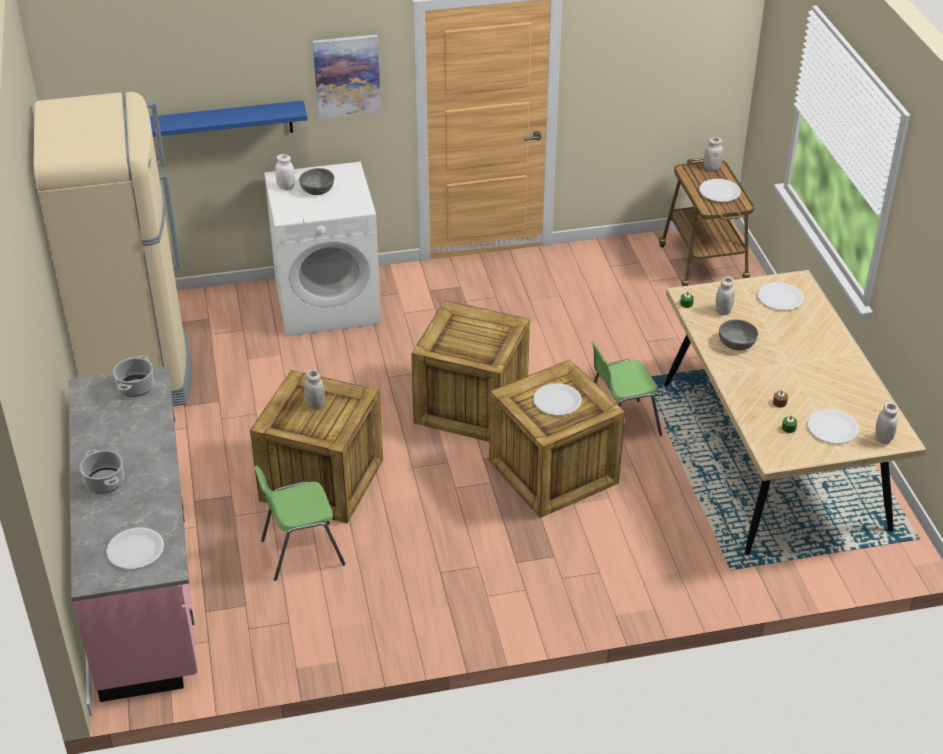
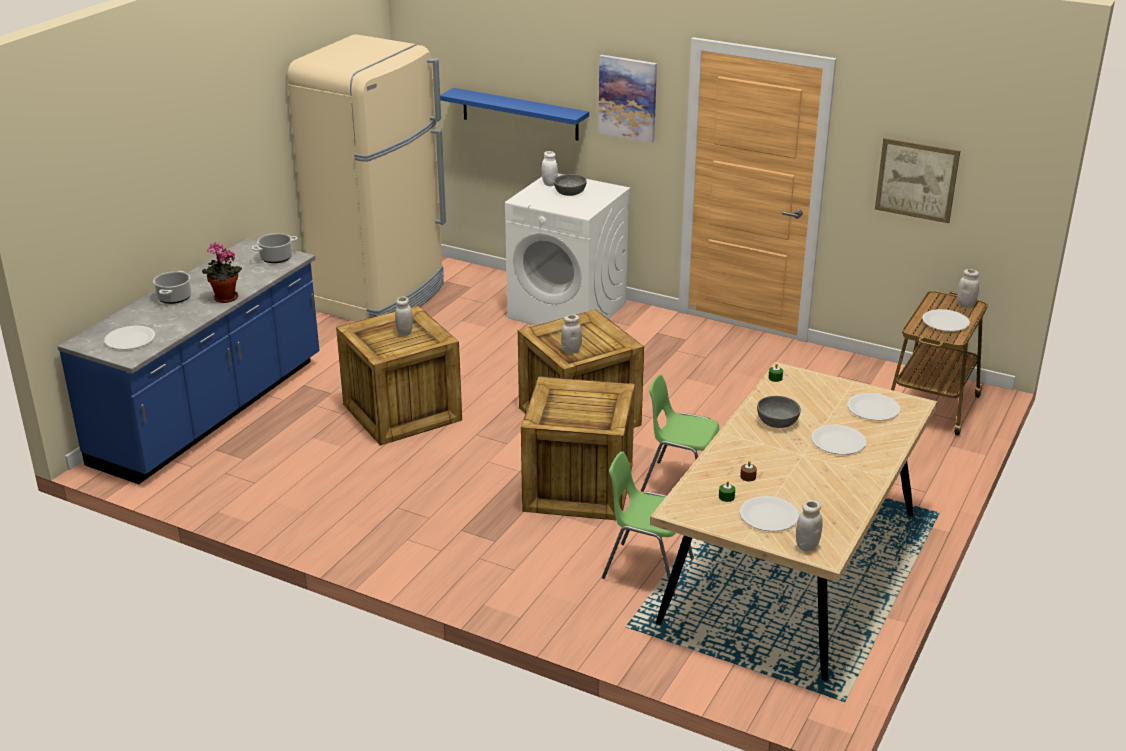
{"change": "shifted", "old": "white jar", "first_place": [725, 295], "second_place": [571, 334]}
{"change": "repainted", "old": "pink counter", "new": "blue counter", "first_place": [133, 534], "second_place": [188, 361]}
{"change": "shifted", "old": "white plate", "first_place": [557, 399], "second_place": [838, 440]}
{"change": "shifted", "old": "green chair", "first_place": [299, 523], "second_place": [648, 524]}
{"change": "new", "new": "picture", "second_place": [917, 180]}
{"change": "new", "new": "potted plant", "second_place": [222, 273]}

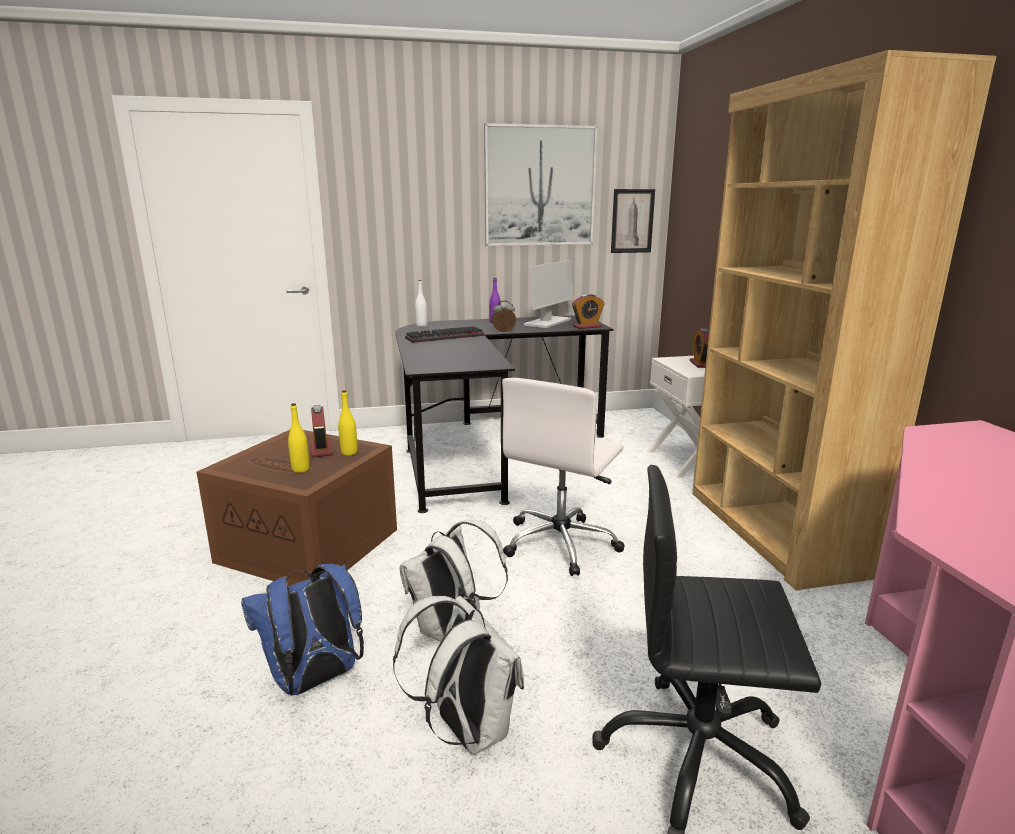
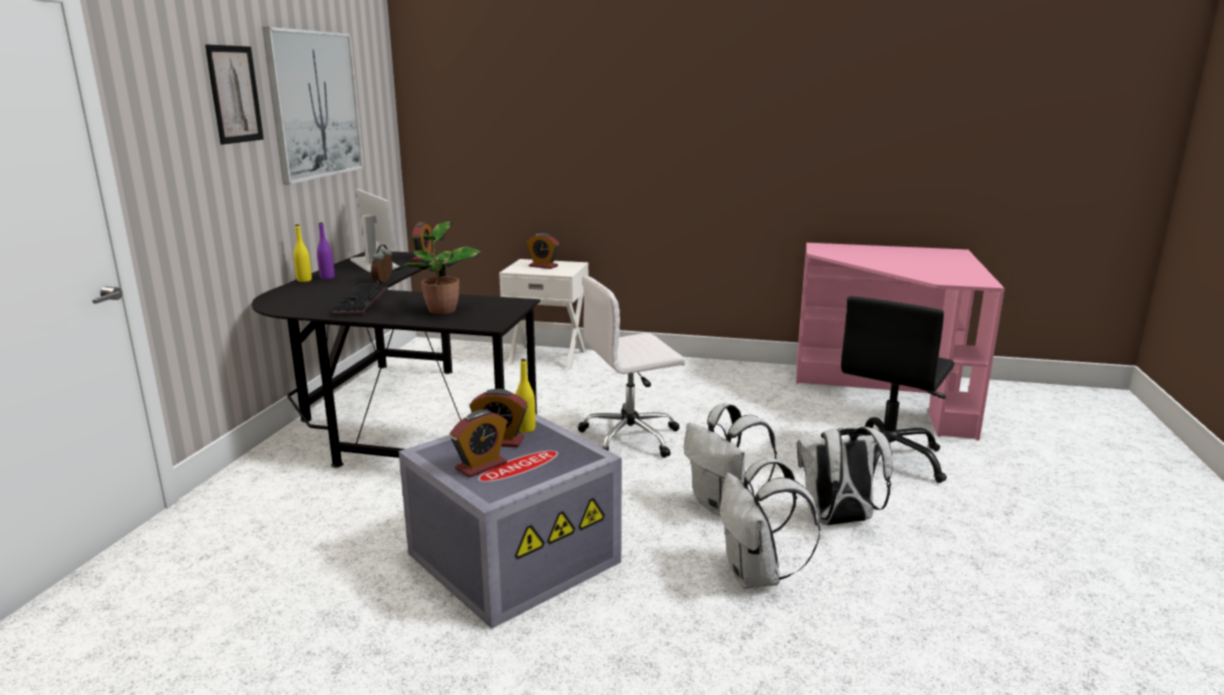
{"change": "gone", "old": "brown bookcase", "first_place": [844, 320]}
{"change": "shifted", "old": "picture", "first_place": [633, 221], "second_place": [234, 94]}
{"change": "gone", "old": "white bottle", "first_place": [421, 303]}
{"change": "rotated", "old": "white office chair", "first_place": [563, 477], "second_place": [631, 367], "degrees": 105}
{"change": "shifted", "old": "yellow bottle", "first_place": [299, 438], "second_place": [303, 253]}
{"change": "repainted", "old": "brown storage box", "new": "grey storage box", "first_place": [297, 508], "second_place": [510, 521]}
{"change": "repainted", "old": "blue backpack", "new": "white backpack", "first_place": [302, 629], "second_place": [770, 523]}
{"change": "new", "new": "potted plant", "second_place": [438, 267]}
{"change": "new", "new": "alarm clock", "second_place": [478, 444]}

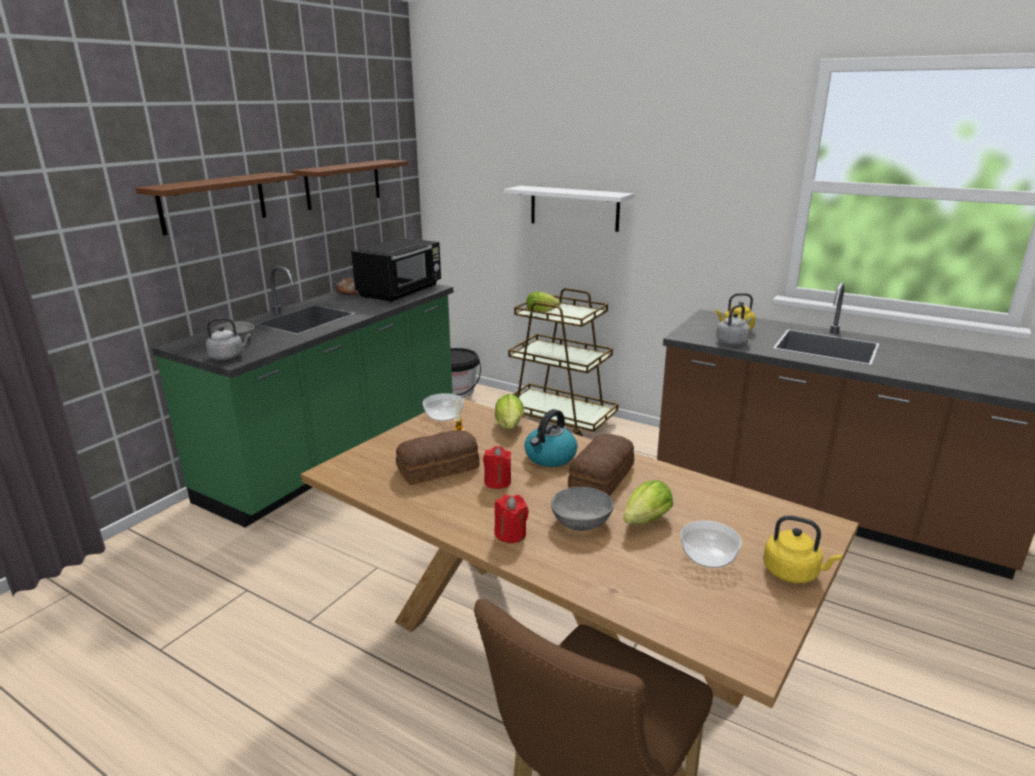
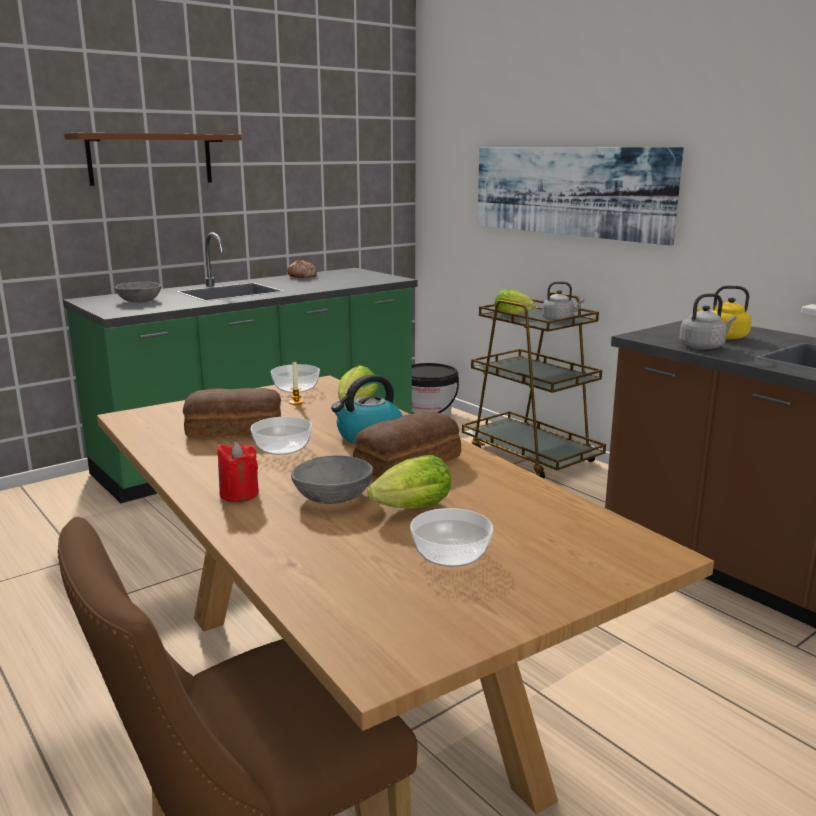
{"change": "gone", "old": "brown shelf", "first_place": [350, 185]}
{"change": "swapped", "old": "white shelf", "new": "picture", "first_place": [569, 209], "second_place": [580, 196]}
{"change": "gone", "old": "black microwave", "first_place": [396, 270]}
{"change": "shifted", "old": "grey kettle", "first_place": [228, 339], "second_place": [563, 301]}
{"change": "swapped", "old": "red candle", "new": "bowl", "first_place": [497, 467], "second_place": [281, 436]}
{"change": "gone", "old": "yellow kettle", "first_place": [802, 549]}

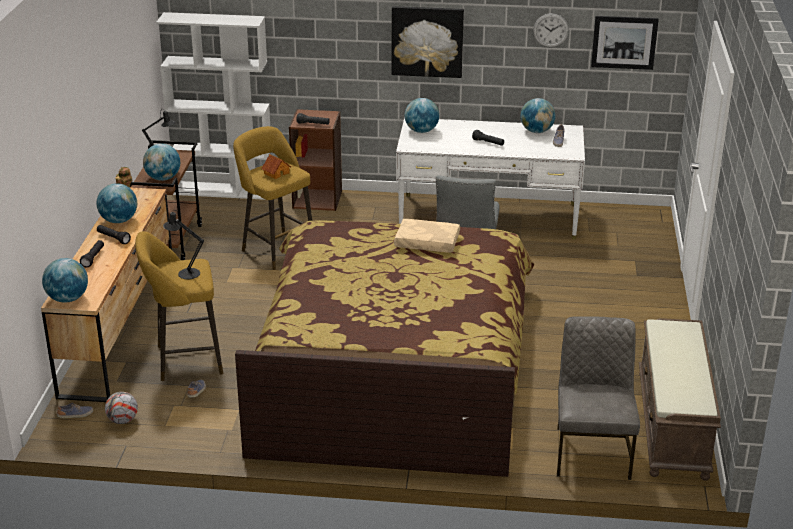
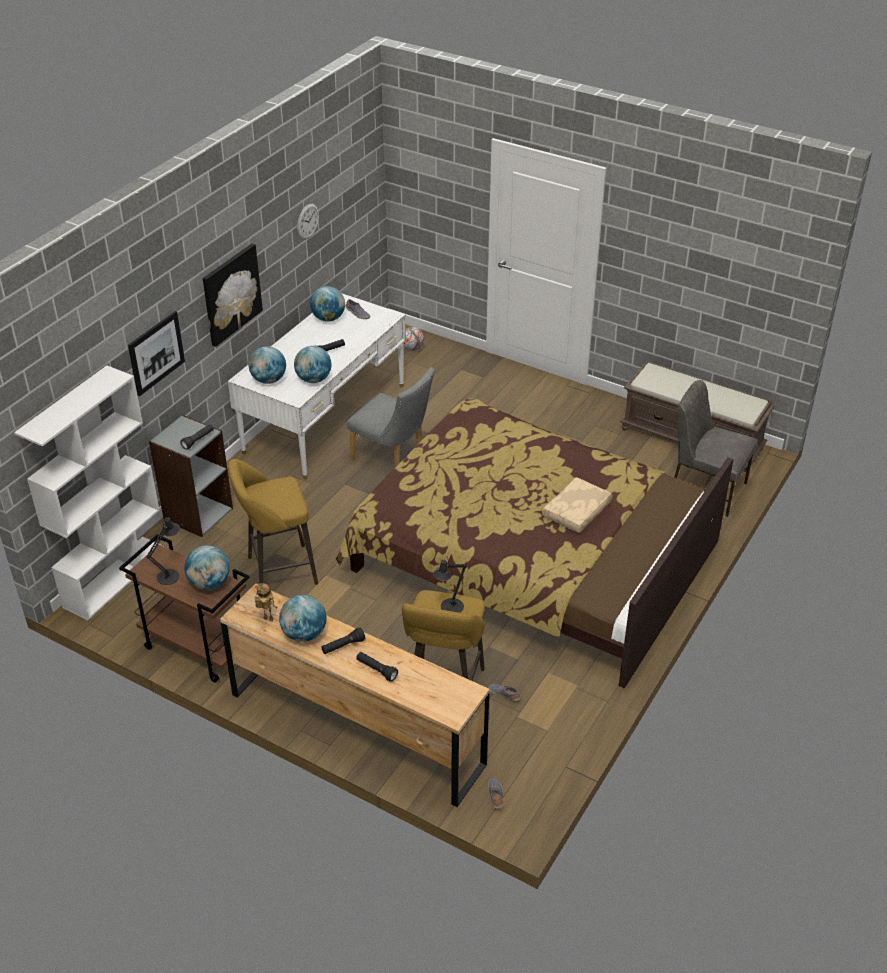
{"change": "shifted", "old": "picture", "first_place": [625, 43], "second_place": [156, 354]}
{"change": "repainted", "old": "brown bookcase", "new": "grey bookcase", "first_place": [315, 160], "second_place": [191, 476]}
{"change": "gone", "old": "toy house", "first_place": [276, 166]}
{"change": "shifted", "old": "beige pillow", "first_place": [427, 236], "second_place": [577, 505]}
{"change": "shifted", "old": "globe", "first_place": [65, 280], "second_place": [312, 364]}
{"change": "shifted", "old": "football", "first_place": [121, 408], "second_place": [414, 339]}

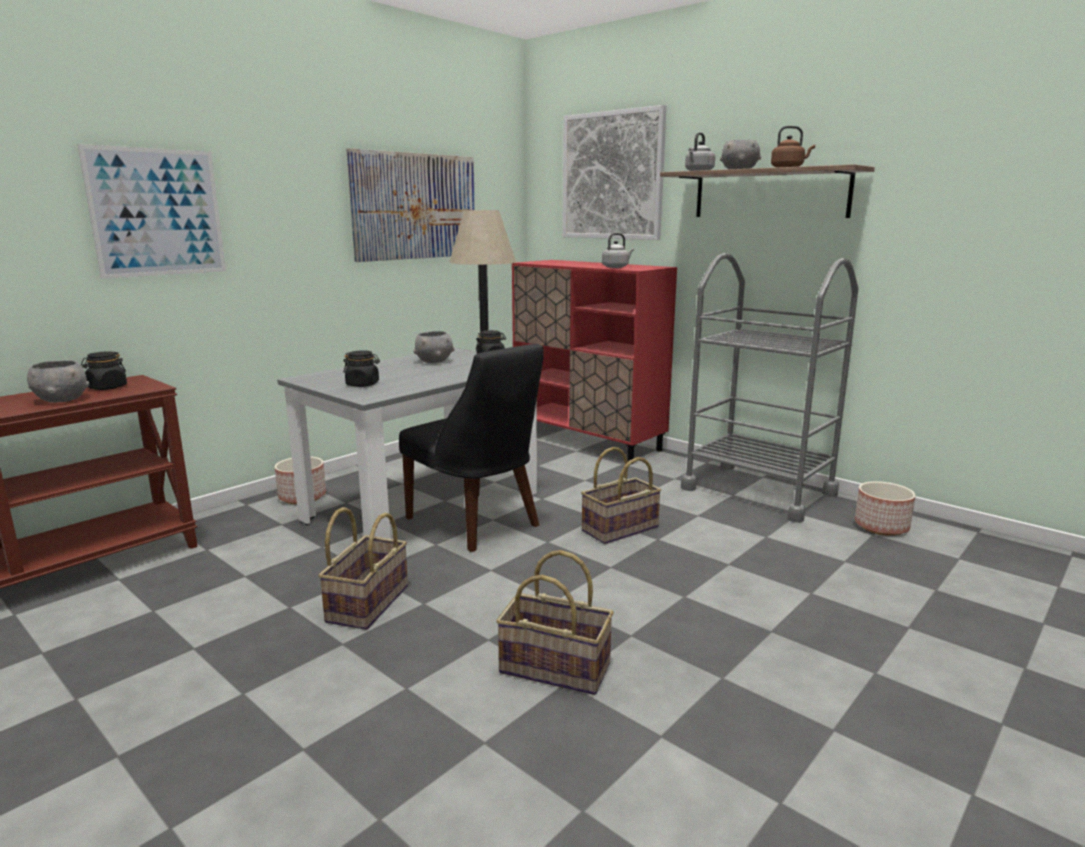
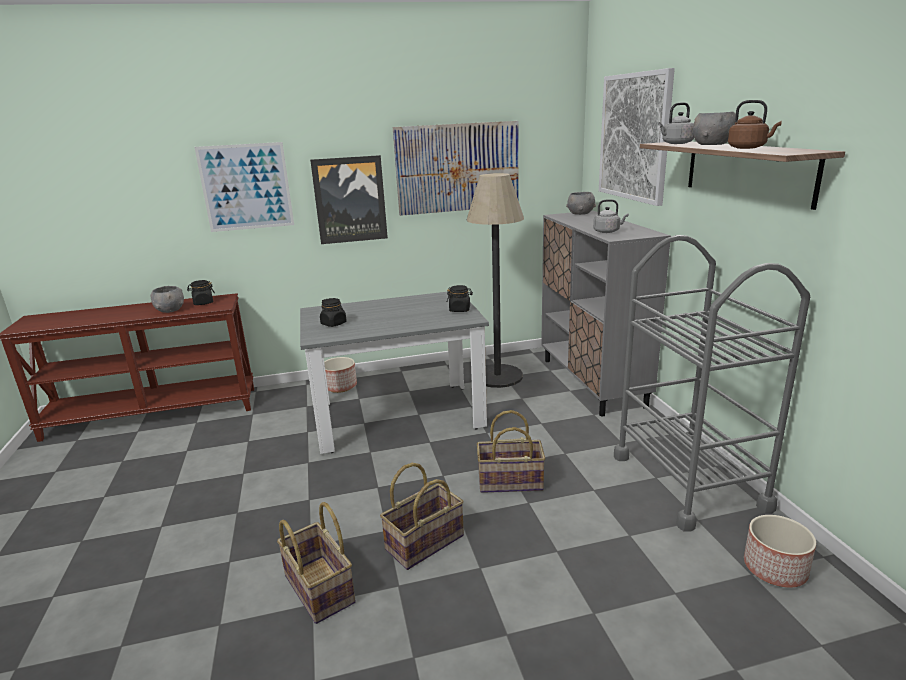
{"change": "repainted", "old": "red cabinet", "new": "grey cabinet", "first_place": [594, 362], "second_place": [606, 314]}
{"change": "shifted", "old": "grey bowl", "first_place": [434, 347], "second_place": [581, 203]}
{"change": "gone", "old": "black chair", "first_place": [471, 448]}
{"change": "shifted", "old": "basket", "first_place": [363, 568], "second_place": [422, 516]}
{"change": "new", "new": "picture", "second_place": [349, 199]}

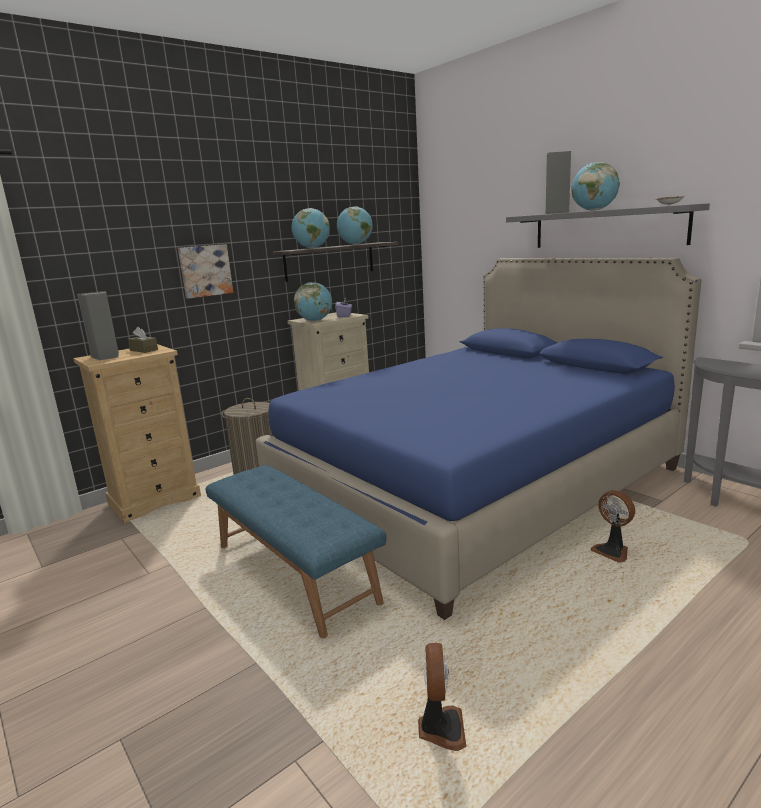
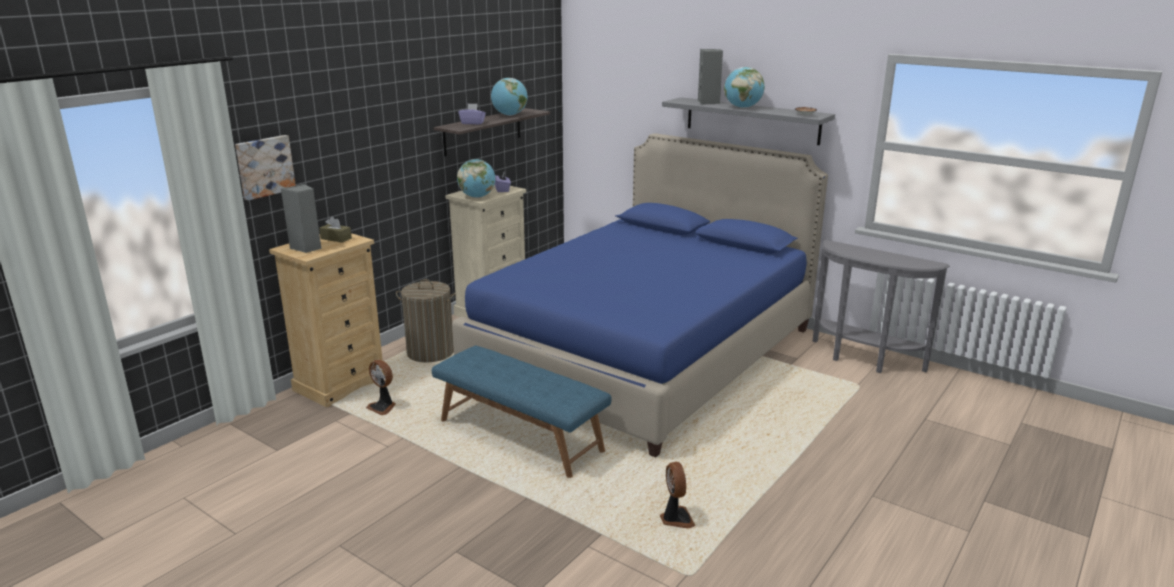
{"change": "swapped", "old": "globe", "new": "purple tissue box", "first_place": [311, 228], "second_place": [472, 114]}
{"change": "shifted", "old": "picture", "first_place": [205, 271], "second_place": [265, 168]}
{"change": "shifted", "old": "fan", "first_place": [613, 526], "second_place": [381, 387]}

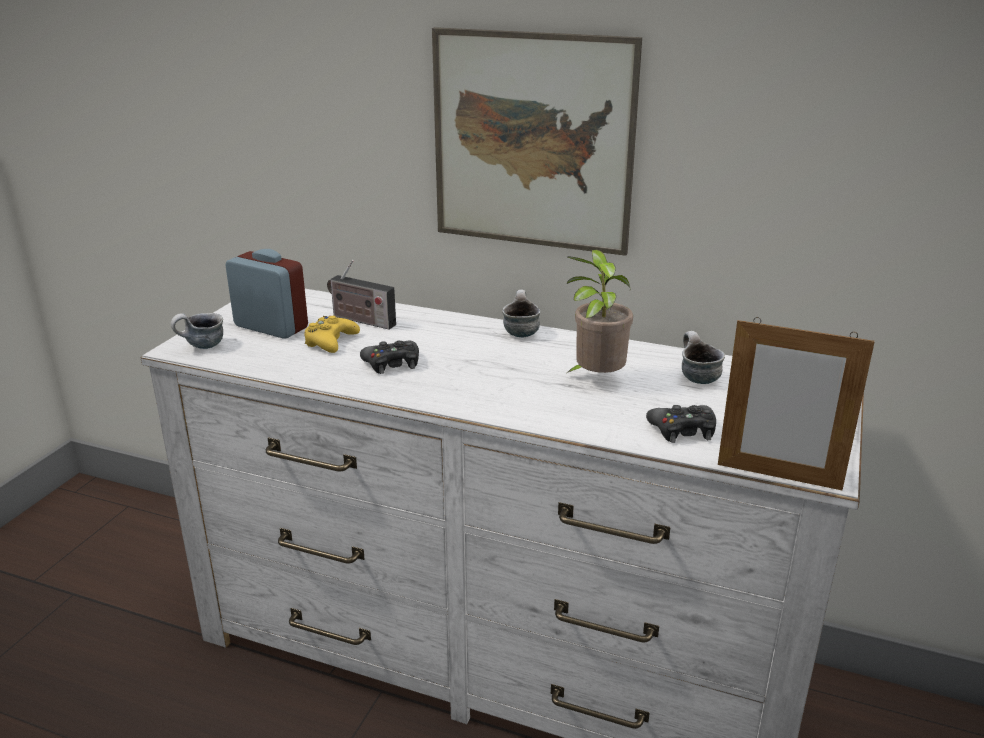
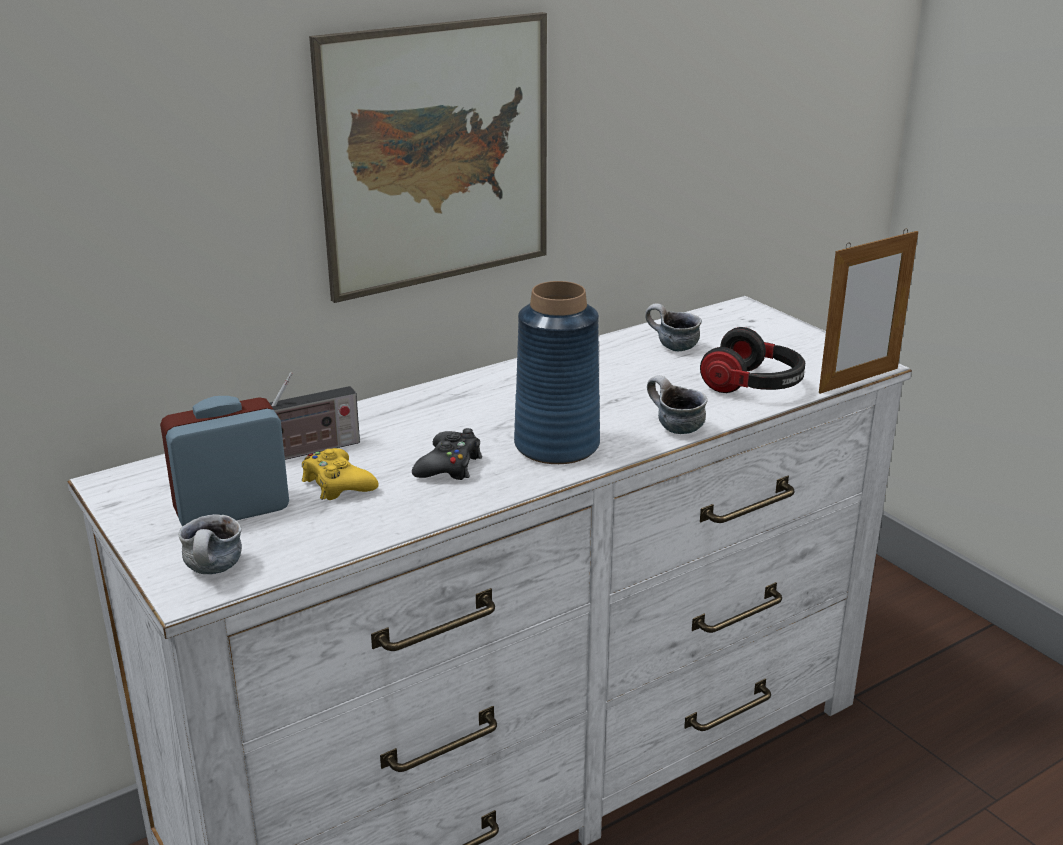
{"change": "gone", "old": "potted plant", "first_place": [600, 311]}
{"change": "shifted", "old": "mug", "first_place": [521, 314], "second_place": [677, 404]}
{"change": "swapped", "old": "black game controller", "new": "headphones", "first_place": [681, 424], "second_place": [752, 360]}
{"change": "new", "new": "blue vase", "second_place": [557, 372]}

